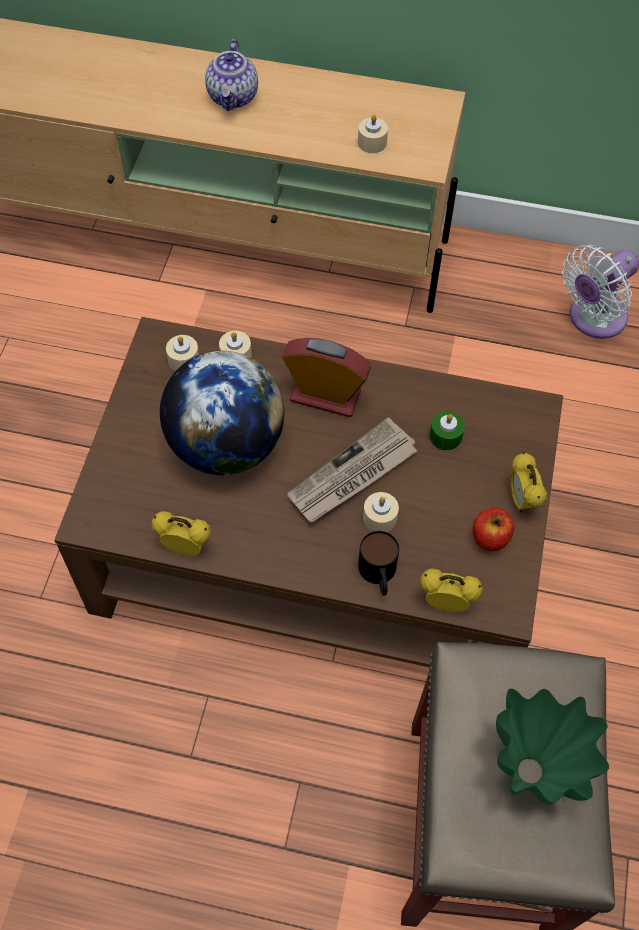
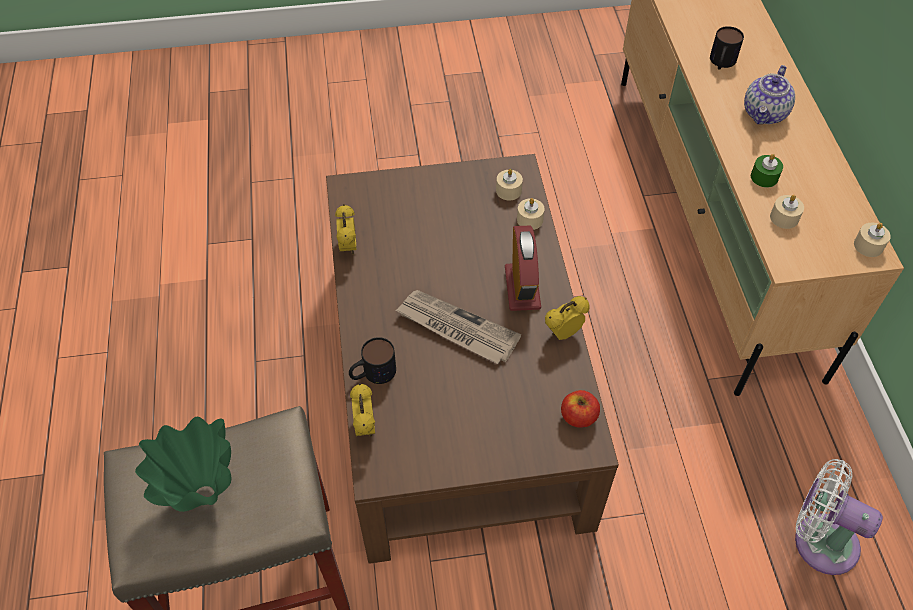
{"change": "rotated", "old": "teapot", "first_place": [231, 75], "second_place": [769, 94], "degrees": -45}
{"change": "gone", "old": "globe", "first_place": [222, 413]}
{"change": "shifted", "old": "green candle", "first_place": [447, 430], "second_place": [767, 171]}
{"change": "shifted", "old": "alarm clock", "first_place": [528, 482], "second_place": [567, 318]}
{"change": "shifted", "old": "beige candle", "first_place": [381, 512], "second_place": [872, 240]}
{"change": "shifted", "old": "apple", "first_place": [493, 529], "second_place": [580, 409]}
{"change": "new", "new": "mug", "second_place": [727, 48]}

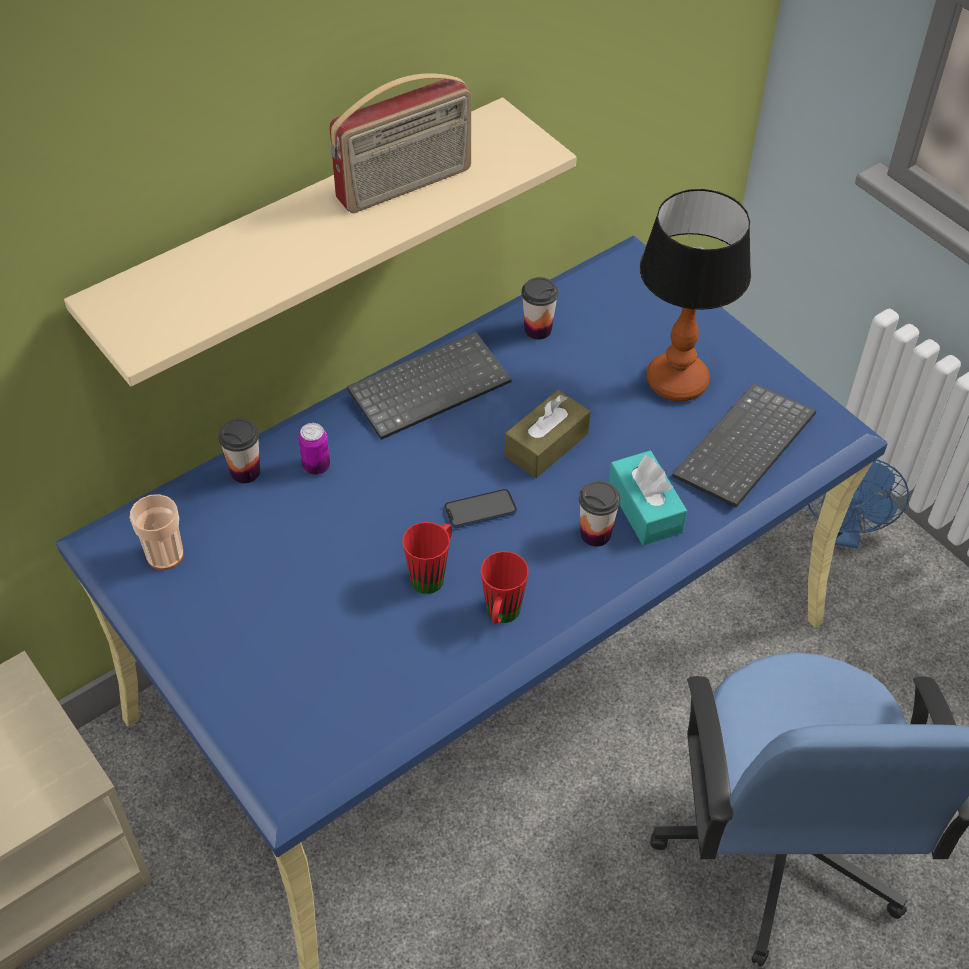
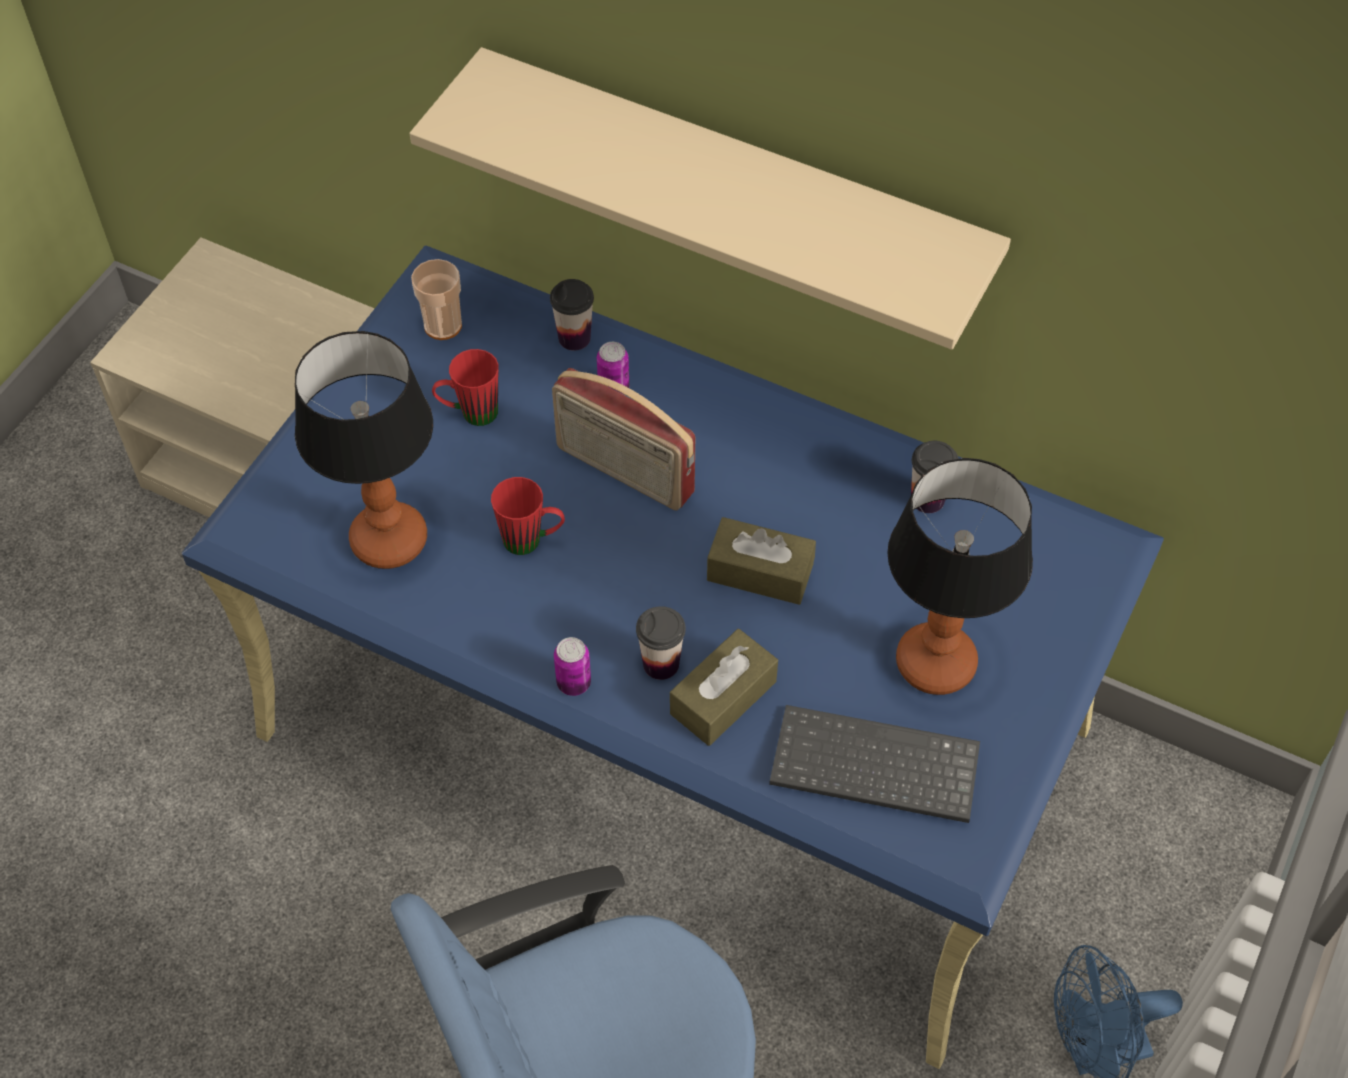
{"change": "shifted", "old": "radio", "first_place": [400, 143], "second_place": [623, 439]}
{"change": "gone", "old": "keyboard", "first_place": [429, 386]}
{"change": "repainted", "old": "turquoise tissue box", "new": "brown tissue box", "first_place": [648, 498], "second_place": [724, 687]}
{"change": "gone", "old": "phone", "first_place": [480, 508]}
{"change": "shifted", "old": "red mug", "first_place": [505, 587], "second_place": [465, 387]}
{"change": "new", "new": "table lamp", "second_place": [364, 450]}
{"change": "new", "new": "can", "second_place": [572, 666]}

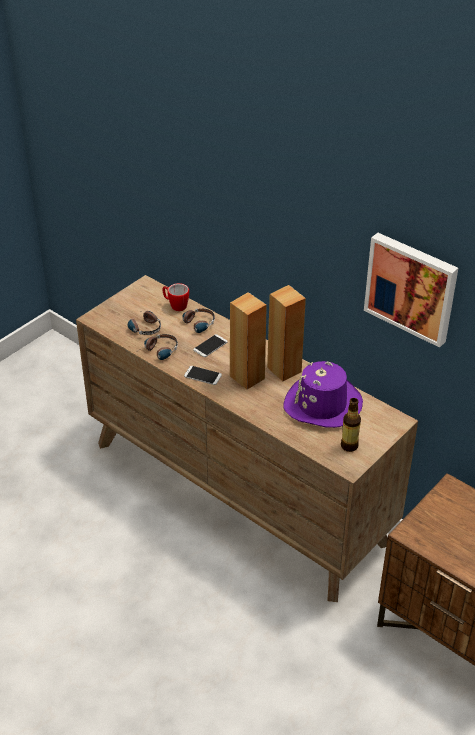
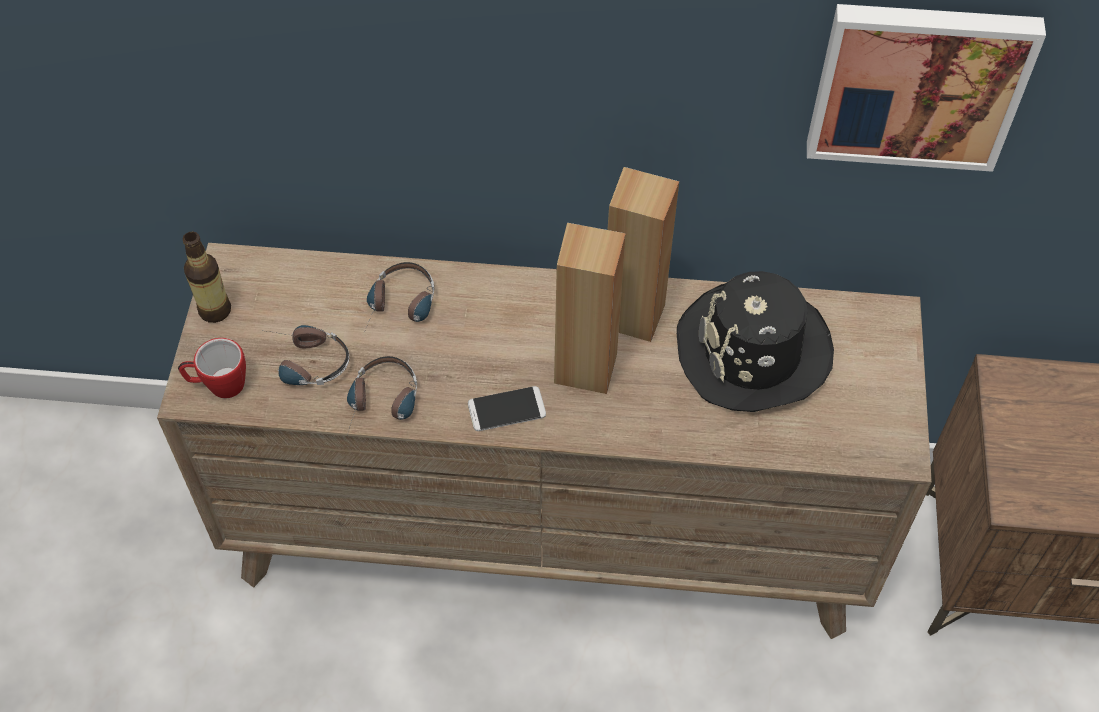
{"change": "shifted", "old": "mug", "first_place": [176, 297], "second_place": [212, 368]}
{"change": "gone", "old": "phone", "first_place": [210, 345]}
{"change": "repainted", "old": "purple hat", "new": "black hat", "first_place": [323, 394], "second_place": [755, 341]}
{"change": "shifted", "old": "bottle", "first_place": [351, 425], "second_place": [206, 277]}

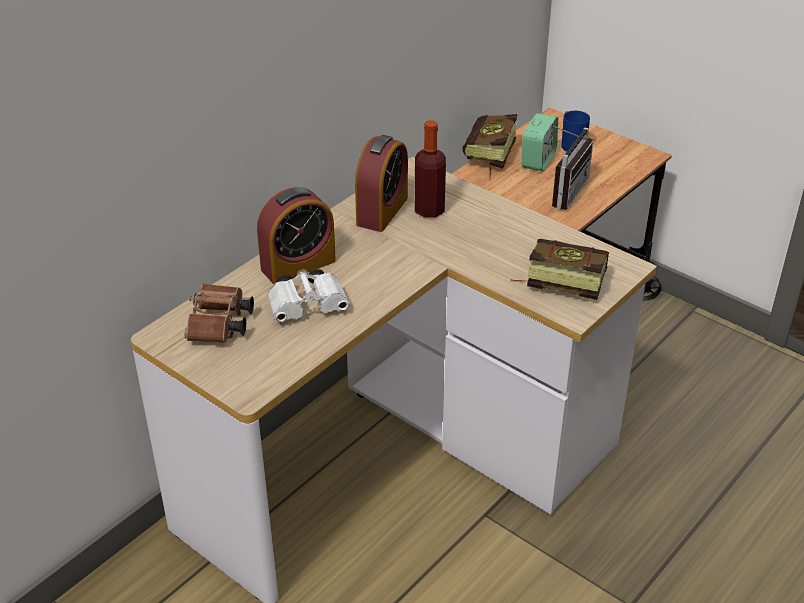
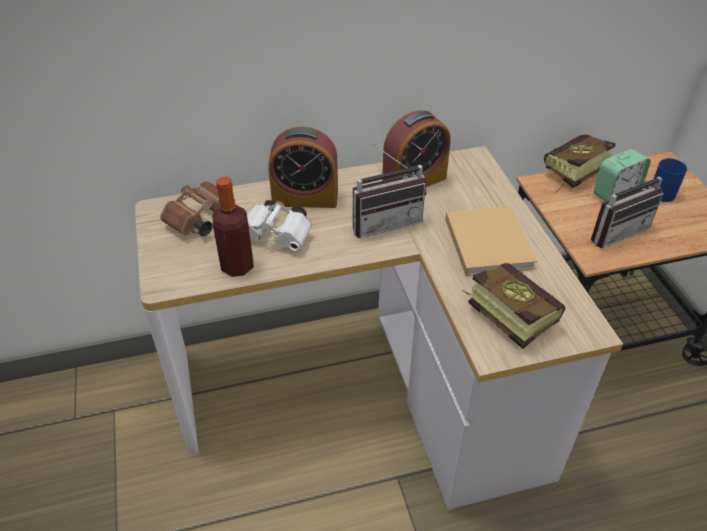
{"change": "shifted", "old": "bottle", "first_place": [430, 169], "second_place": [233, 227]}
{"change": "new", "new": "radio", "second_place": [389, 190]}
{"change": "new", "new": "beige book", "second_place": [491, 241]}

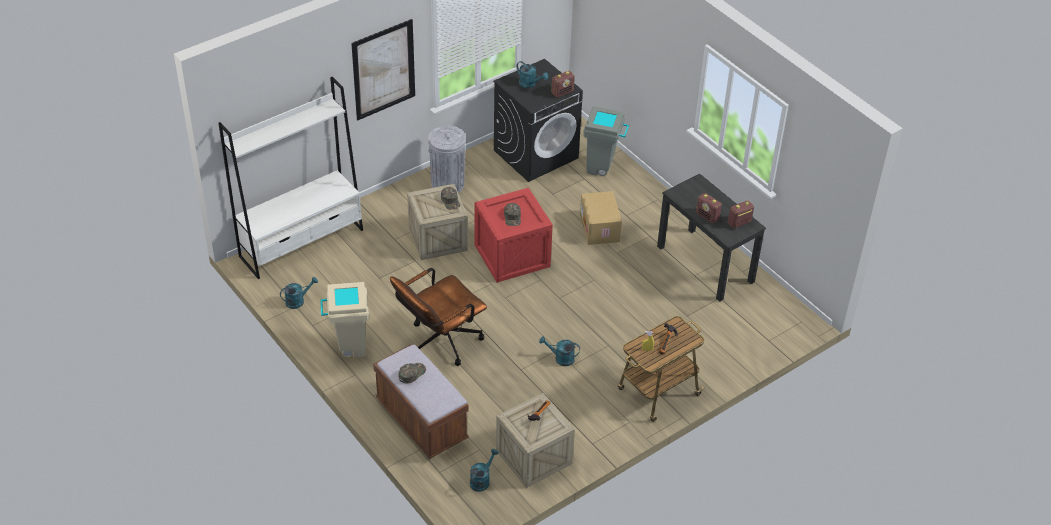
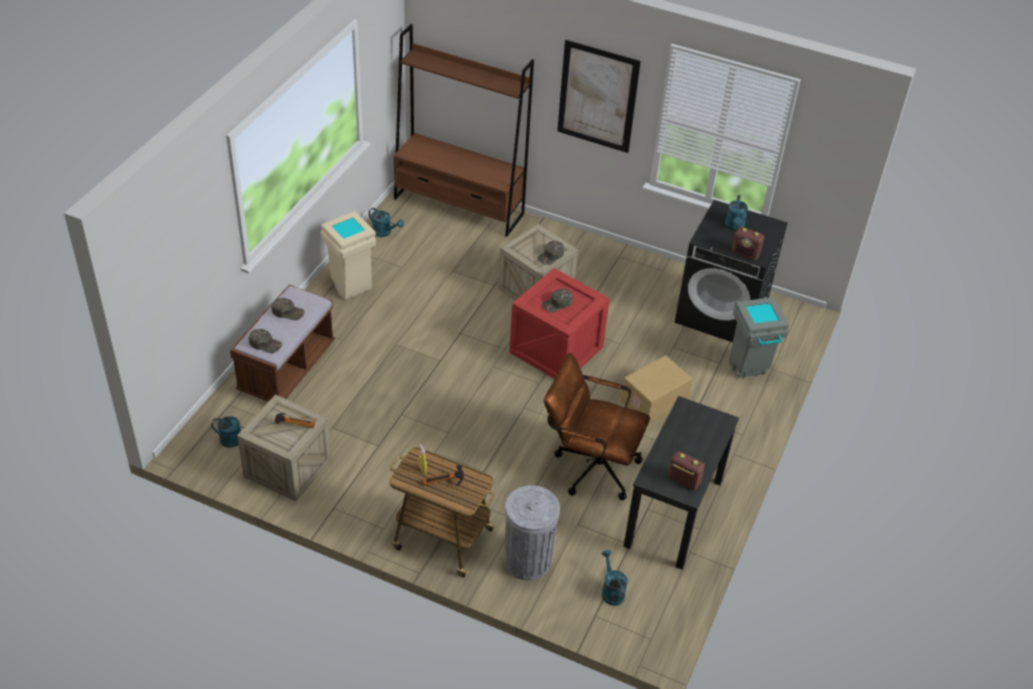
{"change": "repainted", "old": "white bookcase", "new": "brown bookcase", "first_place": [290, 178], "second_place": [464, 130]}
{"change": "shifted", "old": "grey trash can", "first_place": [447, 159], "second_place": [532, 532]}
{"change": "gone", "old": "radio", "first_place": [709, 208]}
{"change": "shifted", "old": "brown office chair", "first_place": [438, 317], "second_place": [597, 426]}
{"change": "shifted", "old": "turquoise watering can", "first_place": [559, 351], "second_place": [615, 578]}
{"change": "new", "new": "green cap", "second_place": [265, 341]}

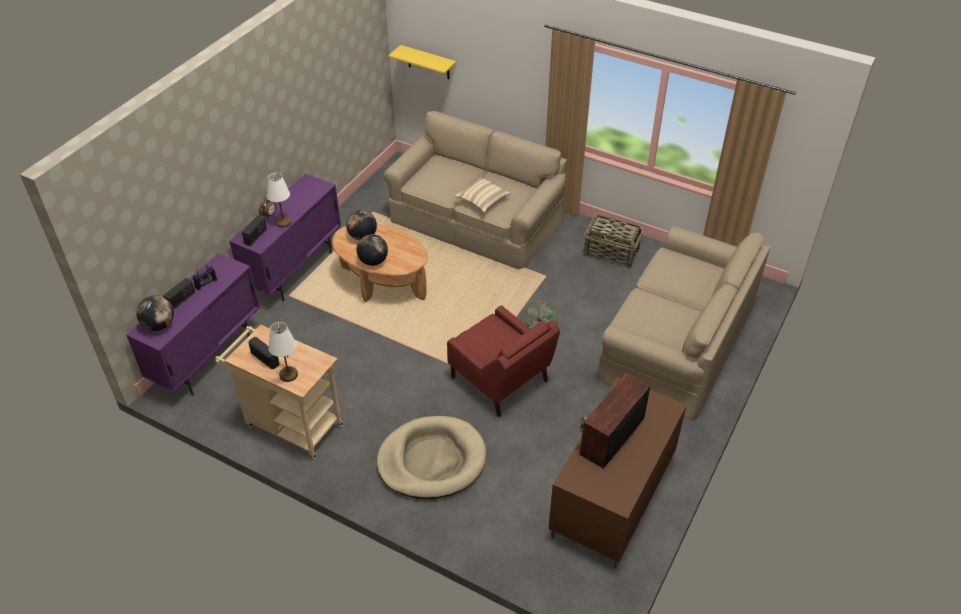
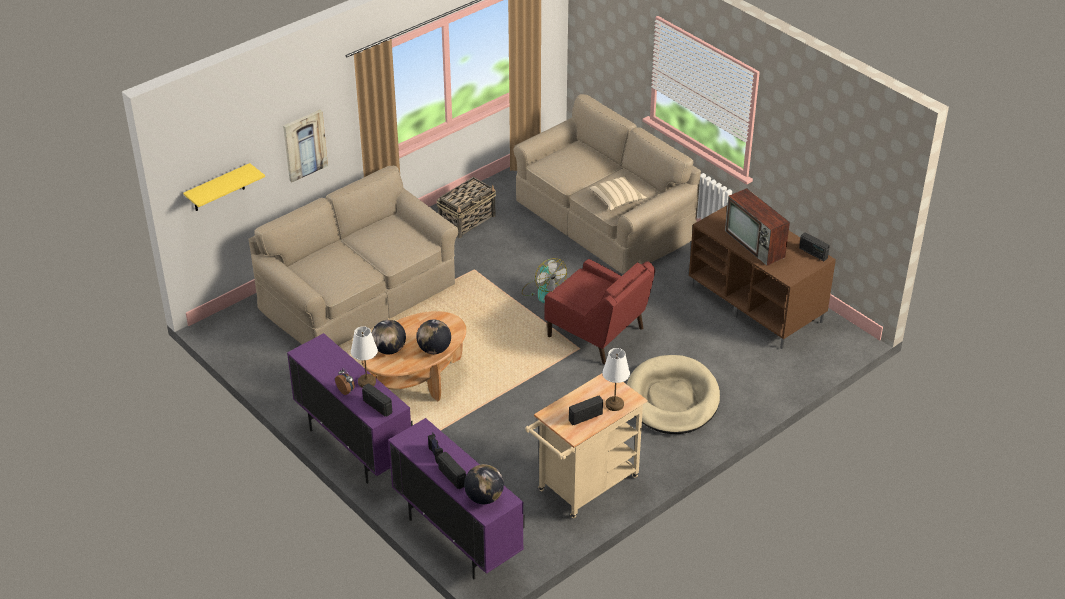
{"change": "shifted", "old": "beige pillow", "first_place": [483, 195], "second_place": [618, 193]}
{"change": "rotated", "old": "red armchair", "first_place": [503, 361], "second_place": [600, 311], "degrees": 60}
{"change": "new", "new": "picture", "second_place": [305, 146]}
{"change": "new", "new": "radio", "second_place": [814, 247]}

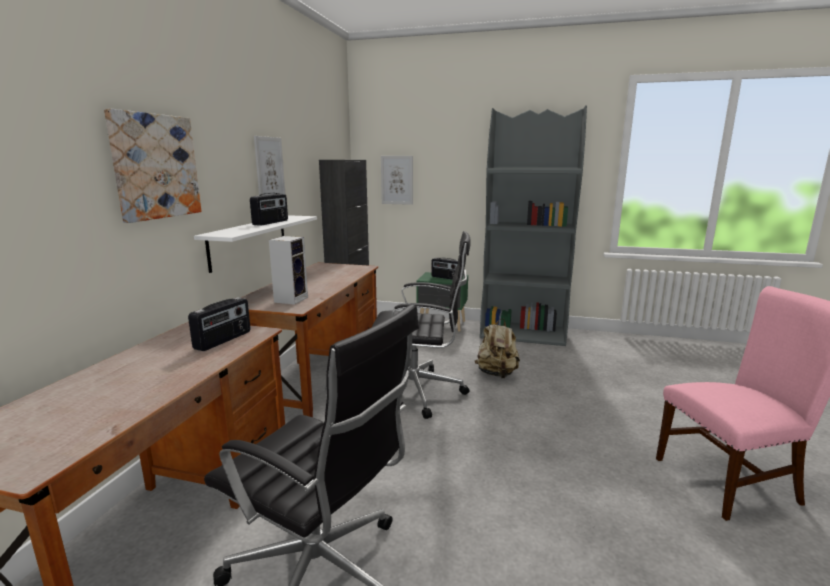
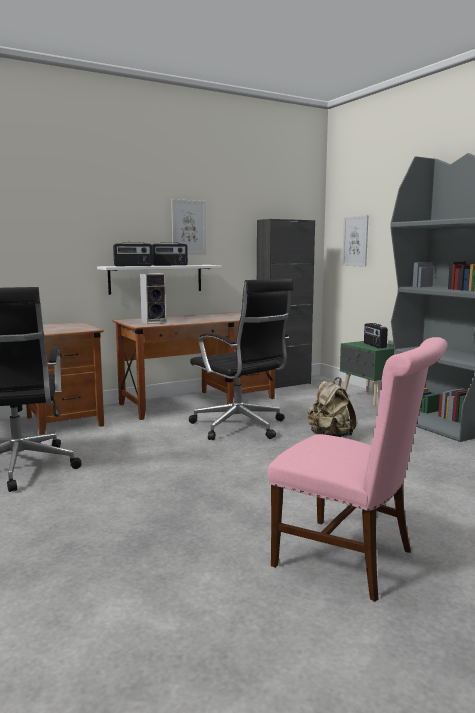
{"change": "gone", "old": "picture", "first_place": [152, 166]}
{"change": "shifted", "old": "radio", "first_place": [219, 324], "second_place": [132, 254]}

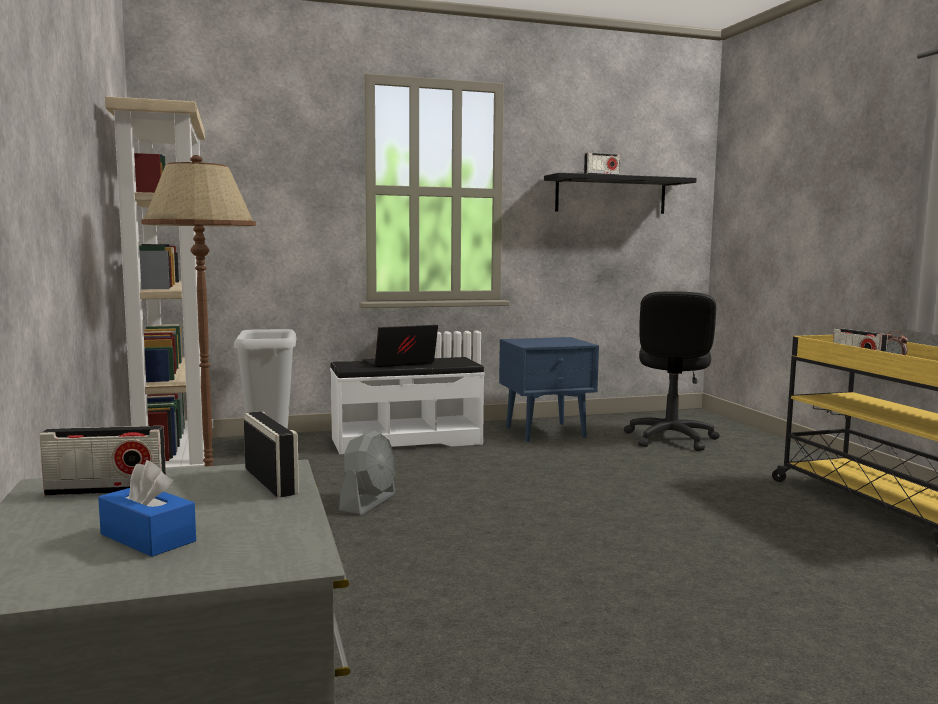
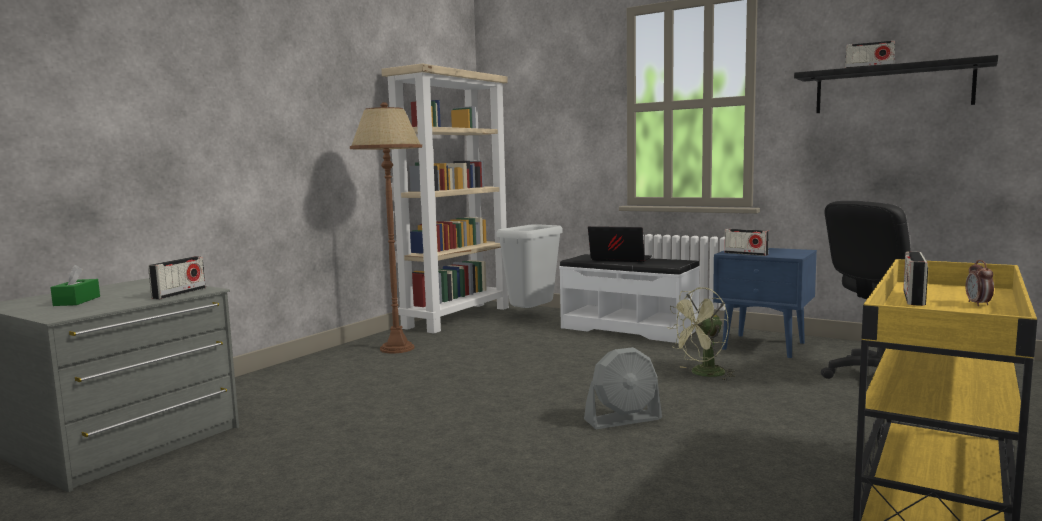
{"change": "shifted", "old": "radio", "first_place": [102, 461], "second_place": [746, 242]}
{"change": "shifted", "old": "grey fan", "first_place": [367, 472], "second_place": [623, 388]}
{"change": "repainted", "old": "blue tissue box", "new": "green tissue box", "first_place": [147, 508], "second_place": [75, 285]}
{"change": "new", "new": "green fan", "second_place": [701, 334]}

